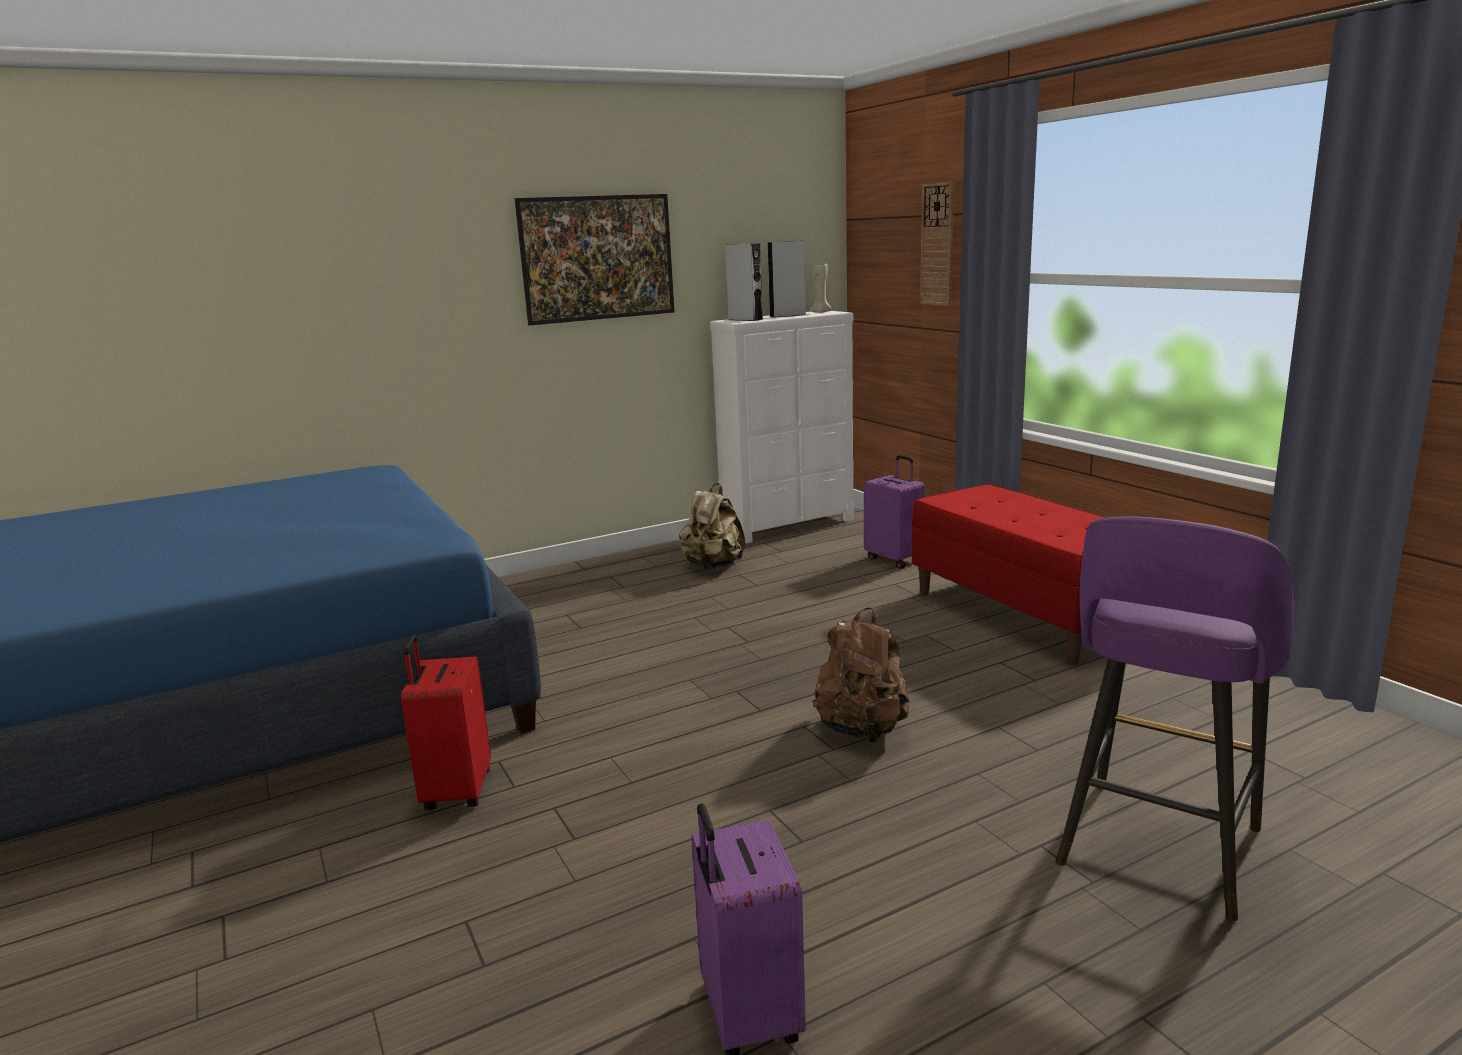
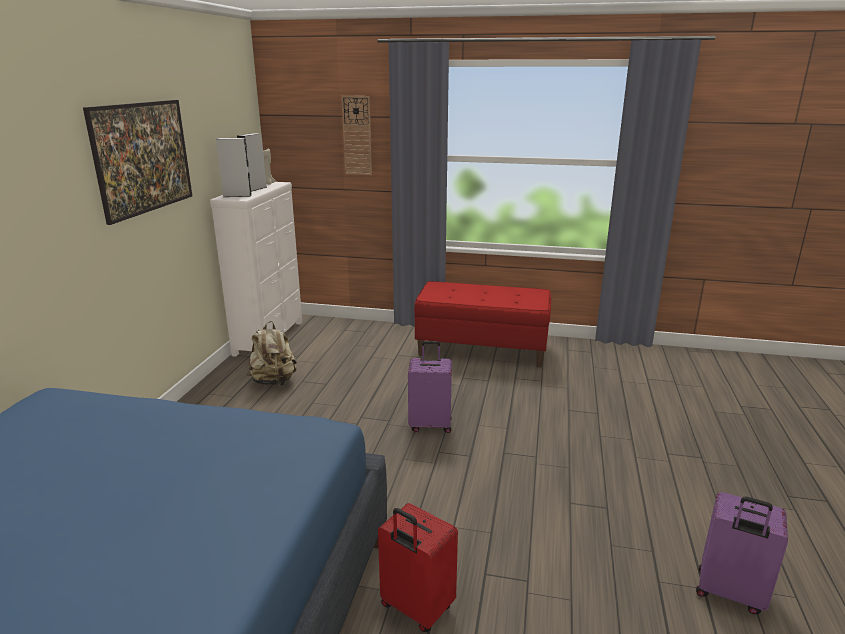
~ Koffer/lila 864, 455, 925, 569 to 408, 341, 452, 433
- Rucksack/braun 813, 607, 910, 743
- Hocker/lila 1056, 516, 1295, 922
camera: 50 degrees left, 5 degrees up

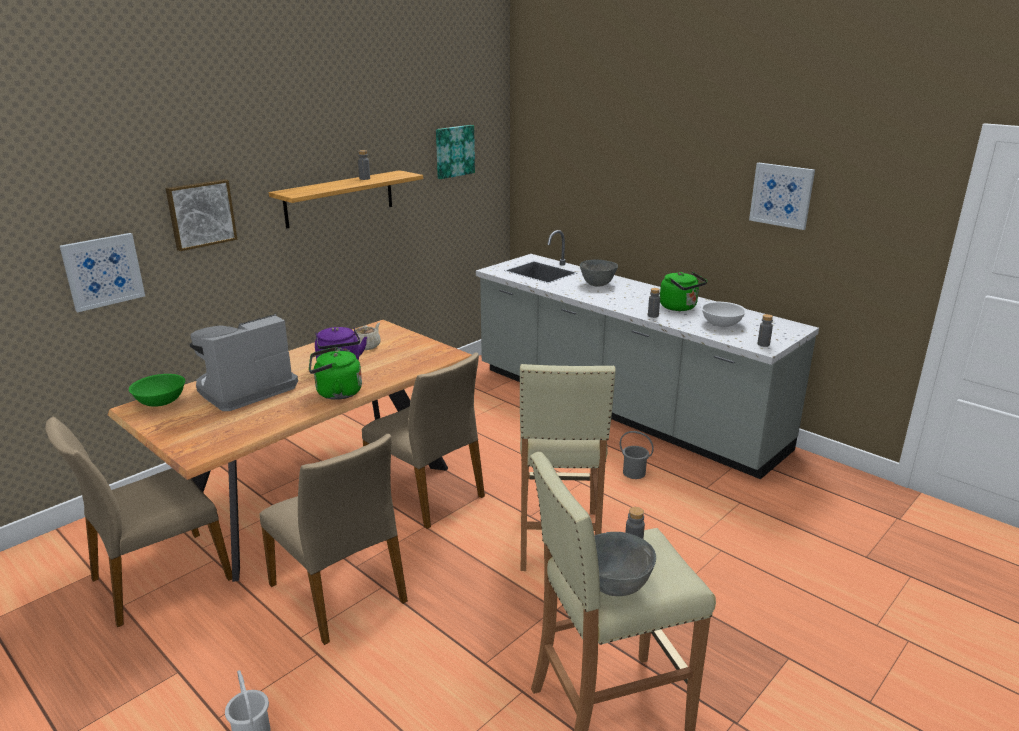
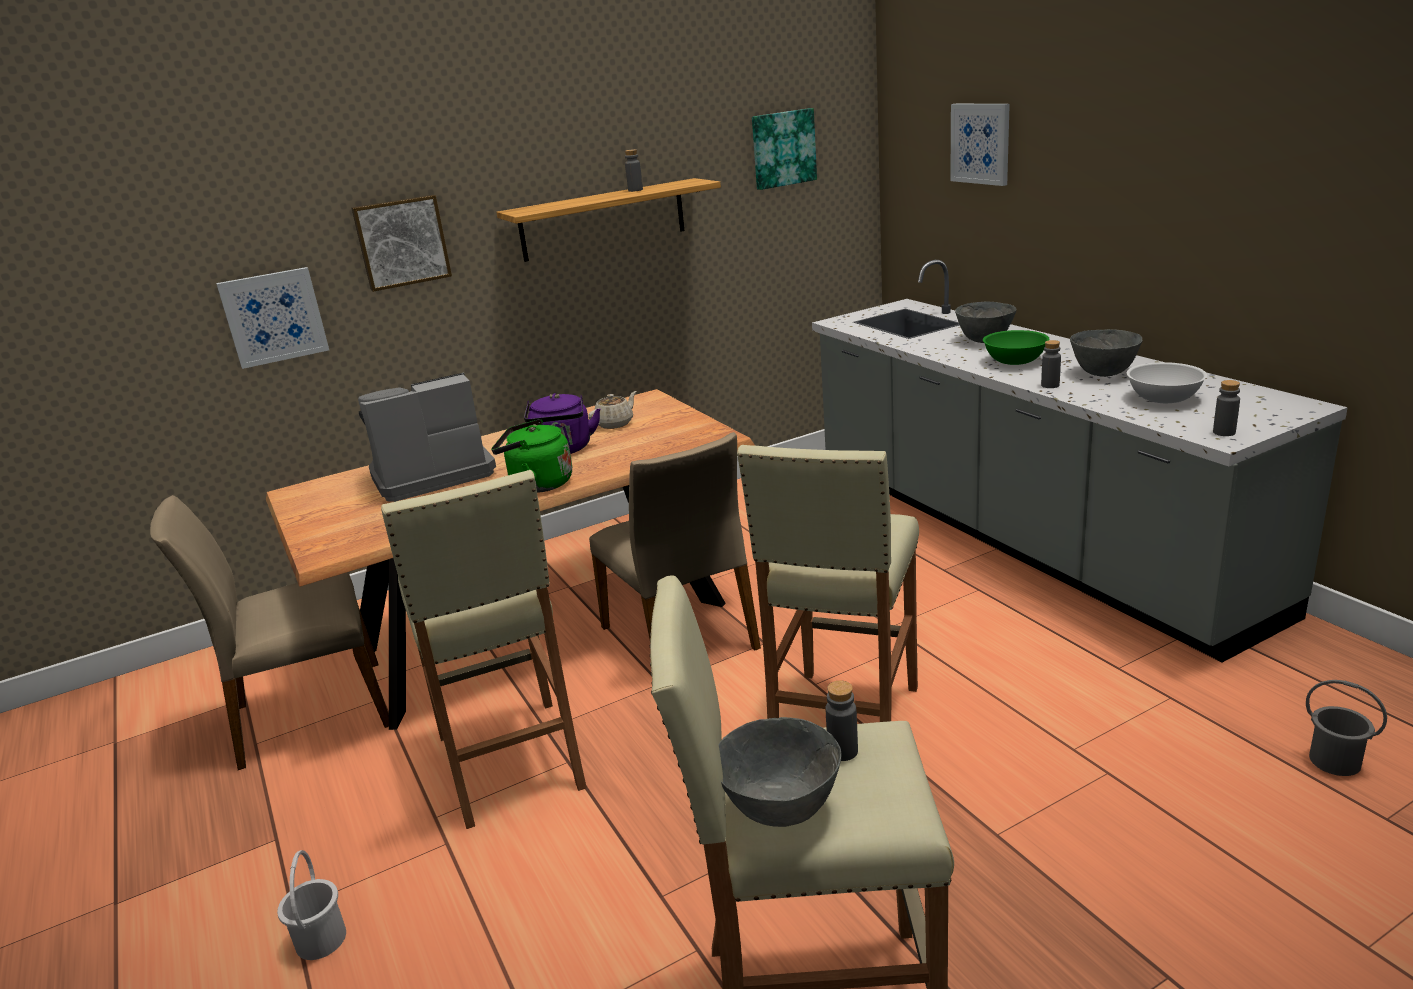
~ Stuhl/beige 260, 434, 408, 645 to Hocker/beige 381, 470, 587, 829
~ Bild 749, 163, 815, 230 to 950, 104, 1010, 186
~ Schüssel/grün 129, 374, 185, 407 to 983, 330, 1049, 365
~ Wasserkessel/grün 660, 272, 707, 311 to Schüssel/grau 1070, 329, 1142, 377
~ Eimer/grau 620, 431, 654, 479 to 1306, 680, 1387, 776
camera: 20 degrees right, 0 degrees up

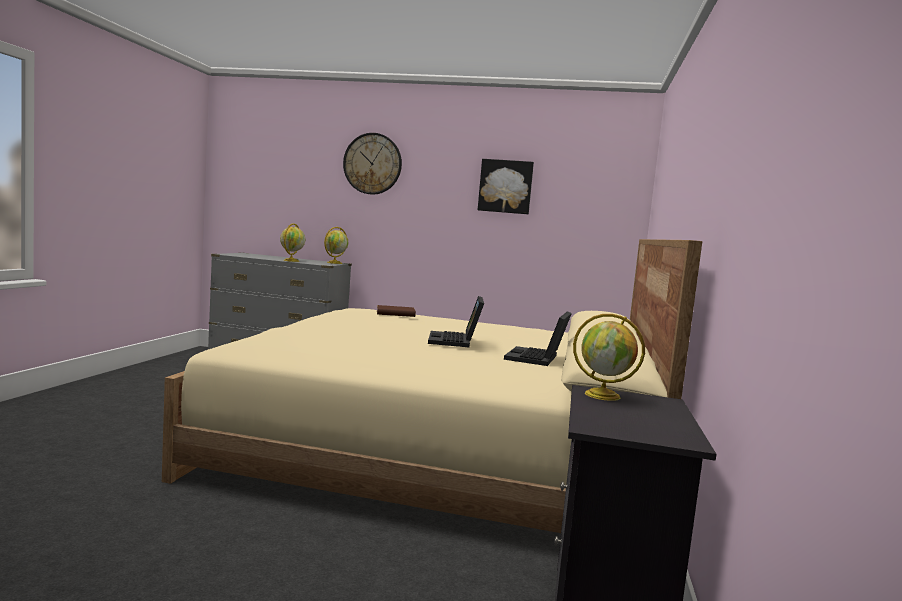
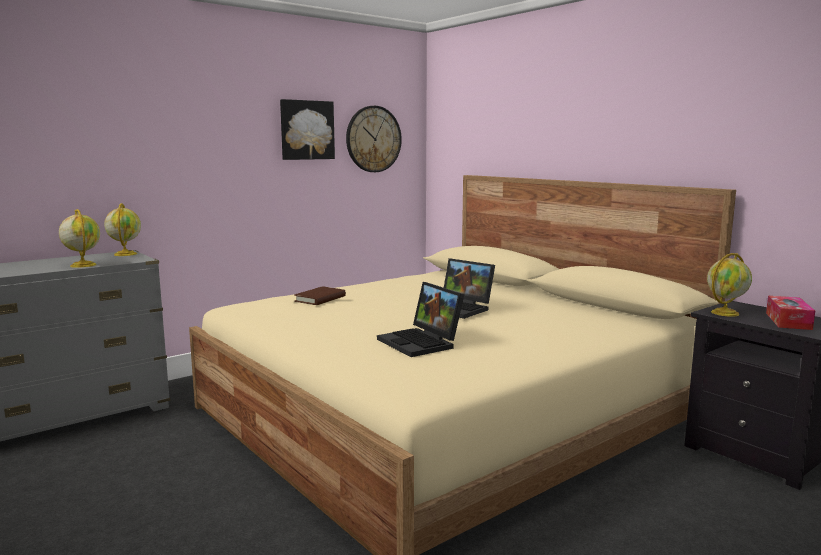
~ Wanduhr 343, 133, 402, 194 to 346, 106, 402, 172
~ Laptop 504, 311, 572, 366 to 377, 282, 464, 357
+ Taschentuchbox 766, 296, 815, 330
camera: 50 degrees left, 5 degrees up

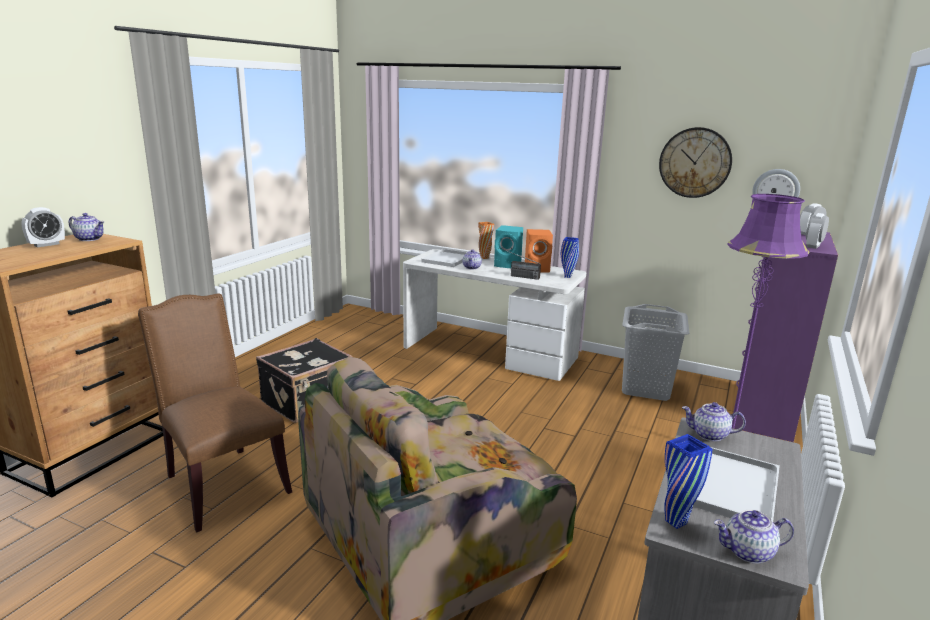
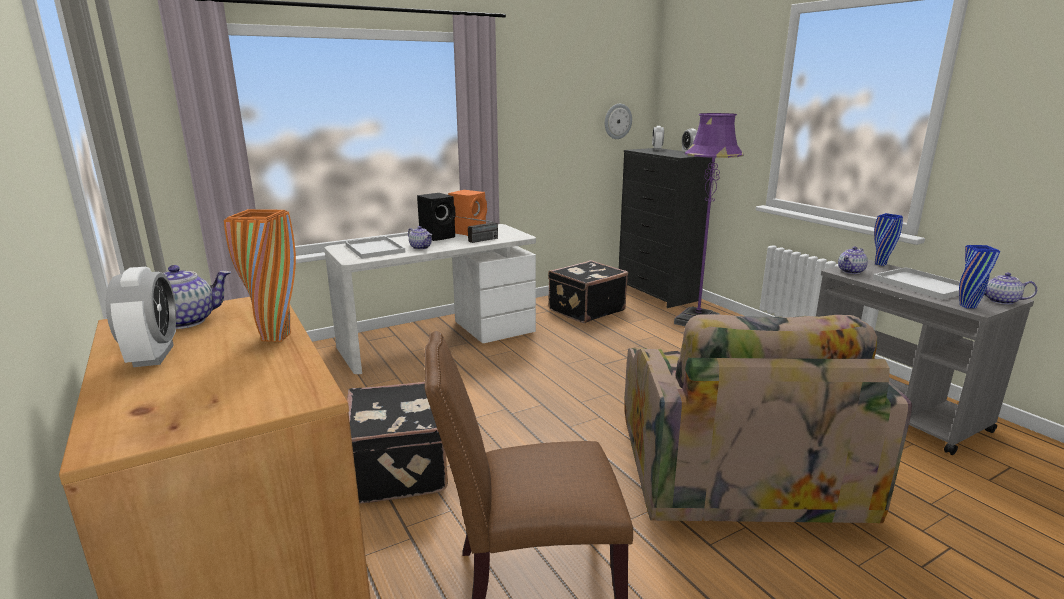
~ Vase/orange 478, 222, 494, 259 to 224, 209, 296, 342
~ Lautsprecher/türkis 494, 225, 523, 268 to Lautsprecher/schwarz 417, 193, 456, 241
~ Wäschekorb/grau 622, 304, 689, 401 to Koffer/schwarz 548, 260, 628, 323
~ Kommode/lila 734, 232, 838, 442 to Kommode/schwarz 619, 148, 712, 308
~ Vase/blau 561, 237, 579, 278 to 874, 213, 903, 266
~ Teekanne 714, 510, 794, 564 = 984, 272, 1037, 305 90 degrees clockwise
- Wanduhr 659, 127, 732, 198
camera: 55 degrees left, 0 degrees up

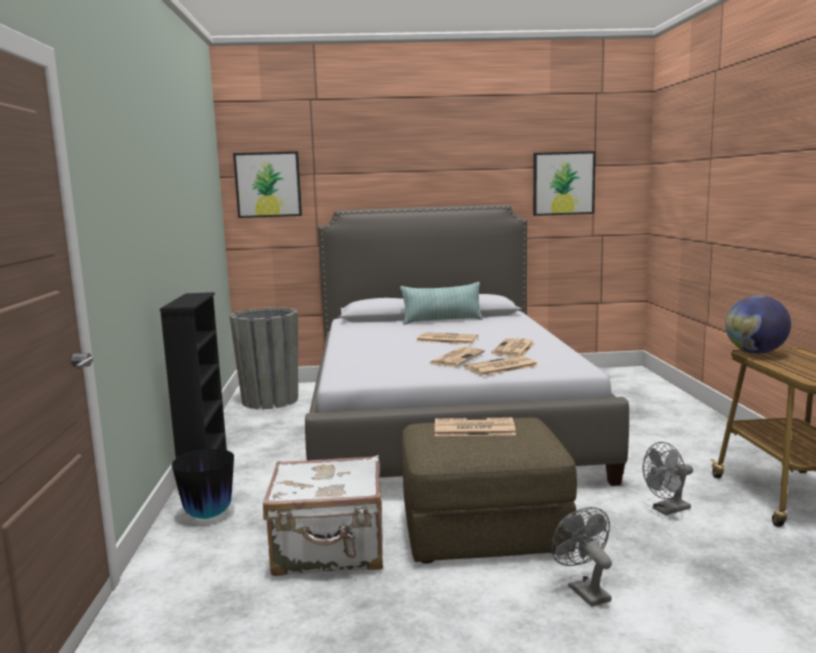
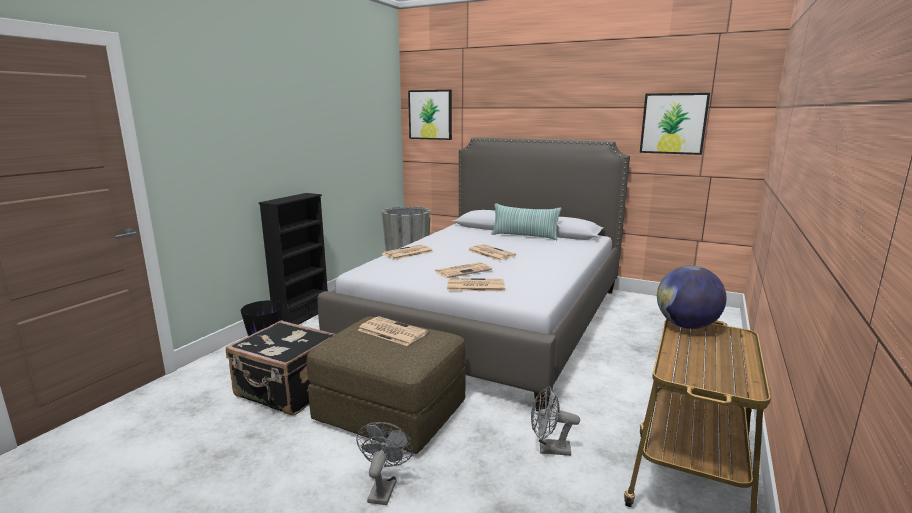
~ Koffer/weiß 263, 455, 383, 576 to Koffer/schwarz 226, 320, 337, 415
~ Zeitung 491, 338, 535, 357 to 382, 244, 433, 260
camera: 30 degrees right, 5 degrees up

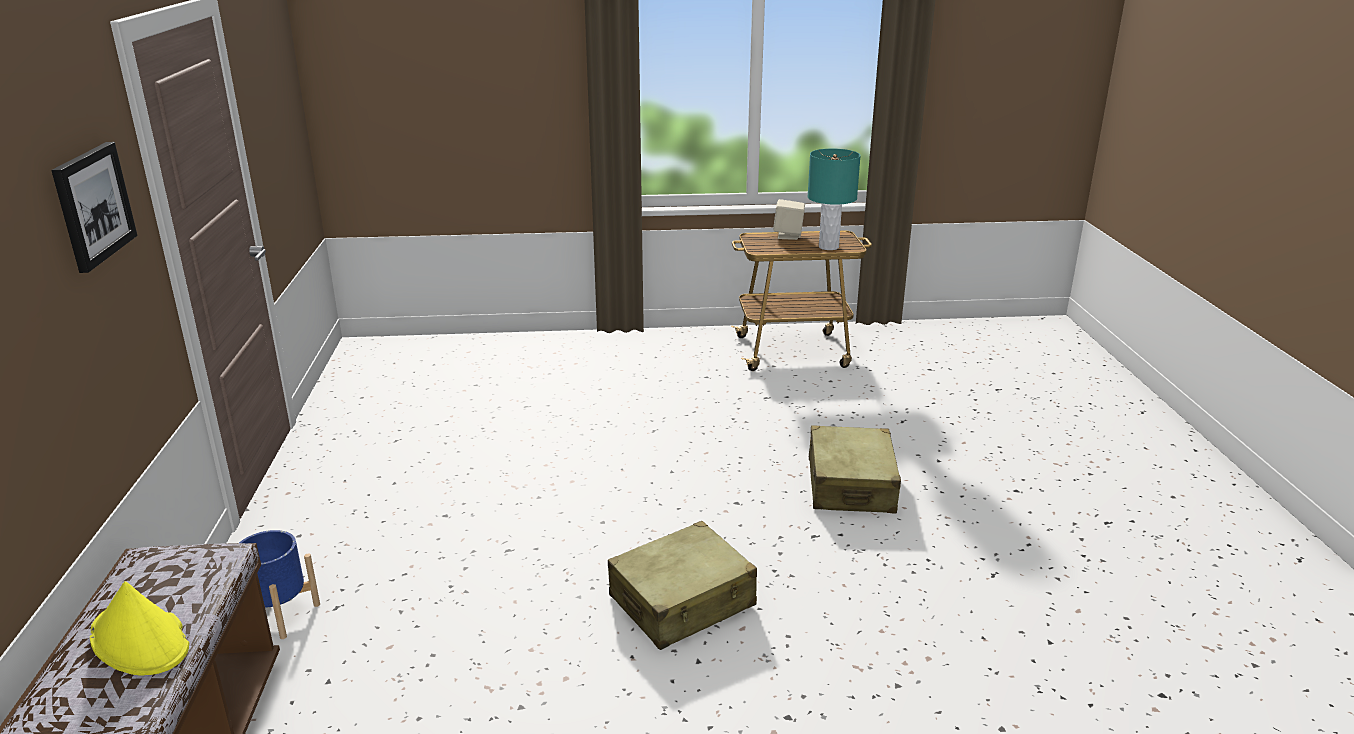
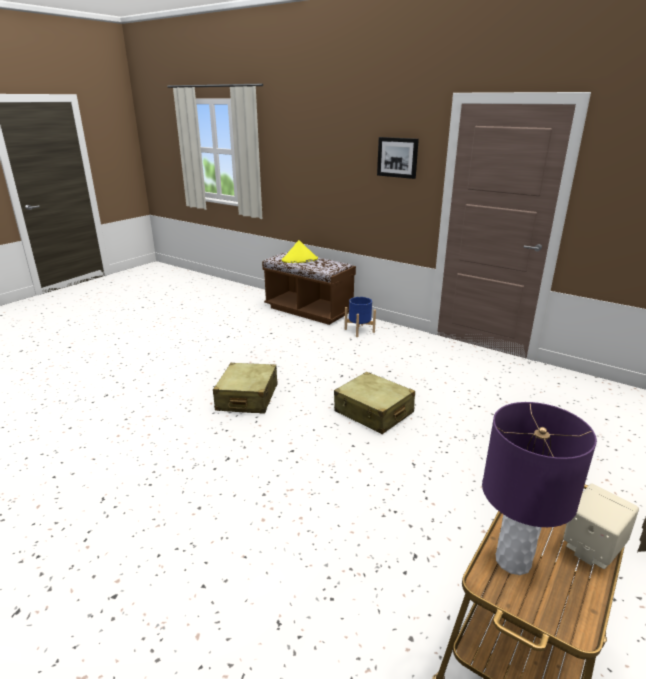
~ Koffer/beige 809, 426, 901, 514 to 334, 372, 415, 434
~ Tischlampe/türkis 807, 149, 861, 250 to Tischlampe/lila 482, 402, 597, 575
camera: 130 degrees right, 0 degrees up

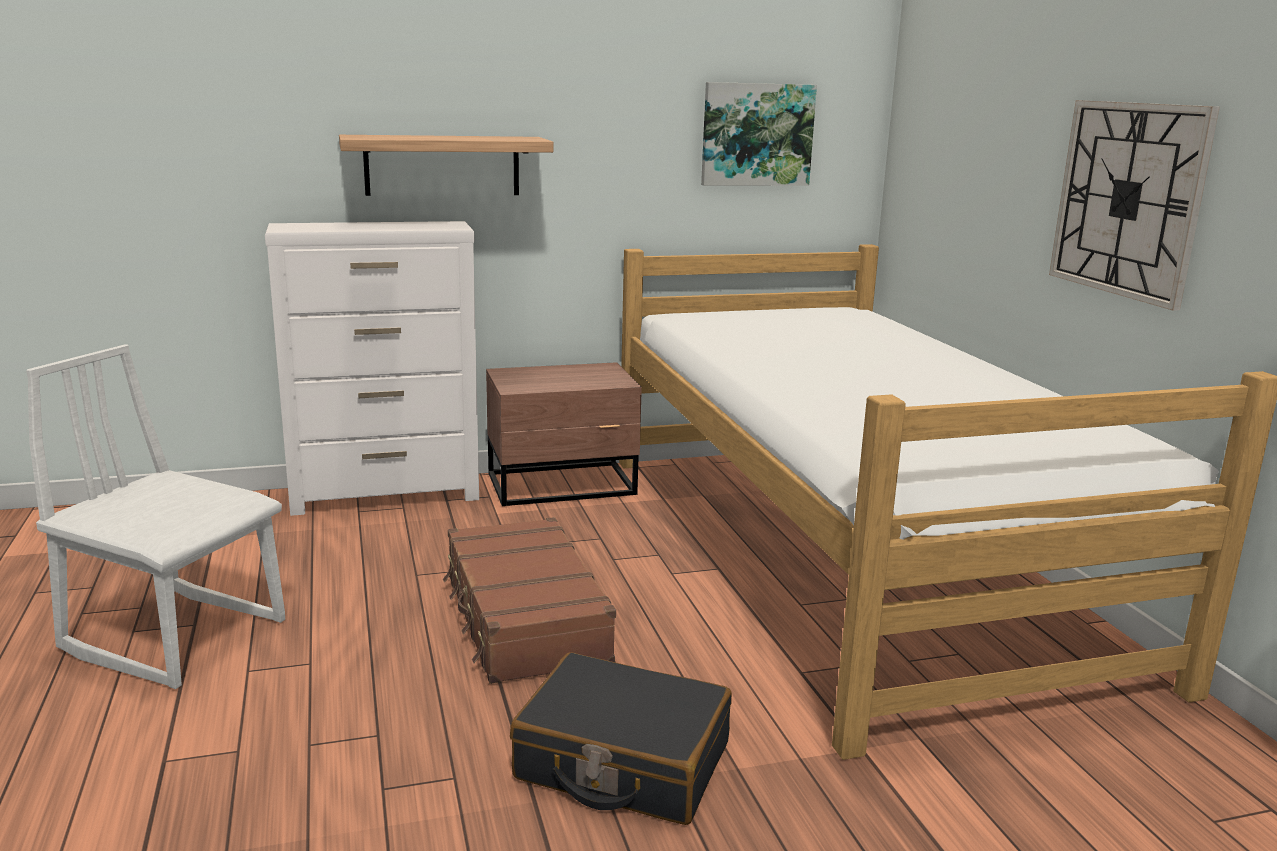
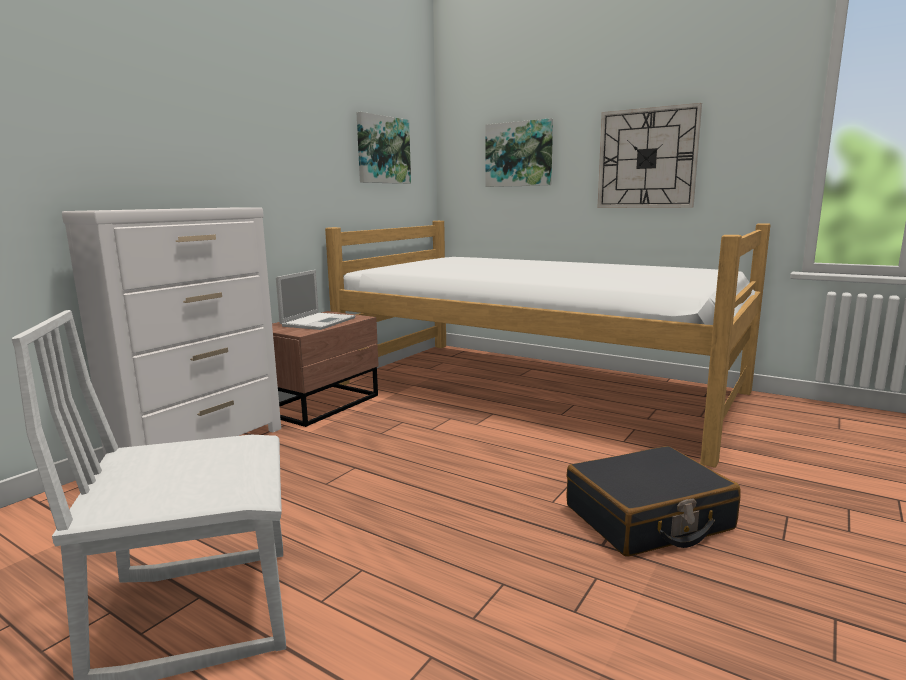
+ Laptop 276, 270, 355, 330
+ Bild 486, 118, 553, 187
- Wandregal 339, 135, 553, 196
- Koffer/braun 443, 517, 616, 684
camera: 40 degrees left, 5 degrees down

